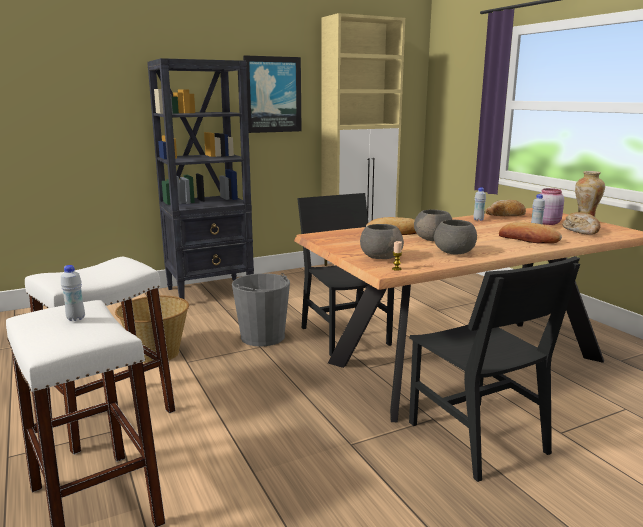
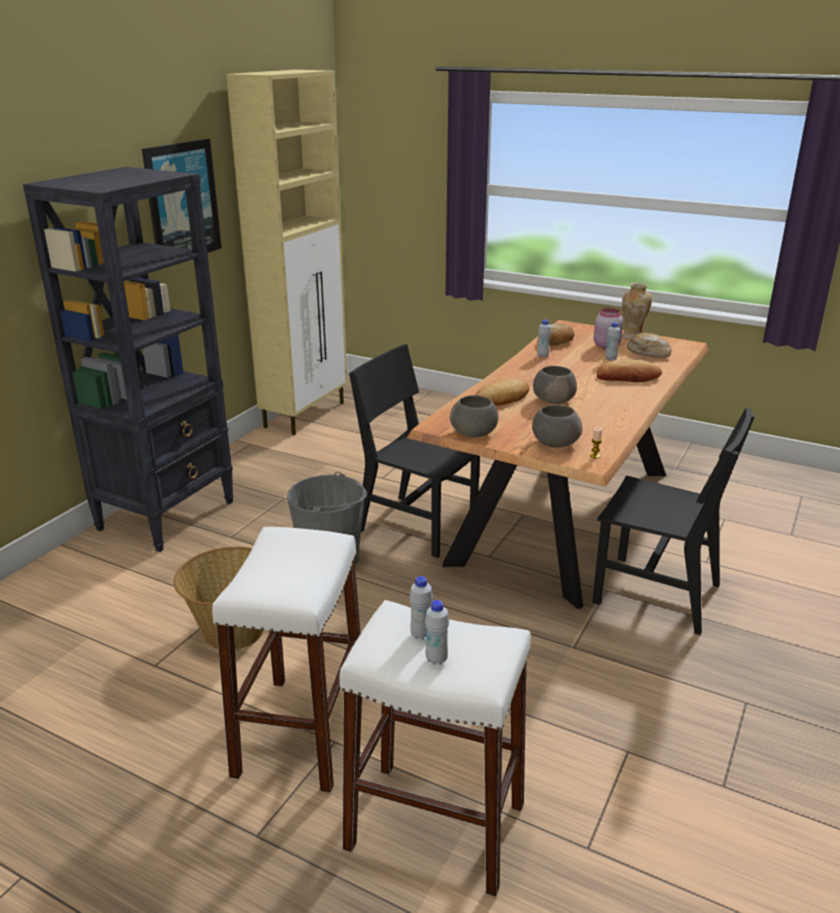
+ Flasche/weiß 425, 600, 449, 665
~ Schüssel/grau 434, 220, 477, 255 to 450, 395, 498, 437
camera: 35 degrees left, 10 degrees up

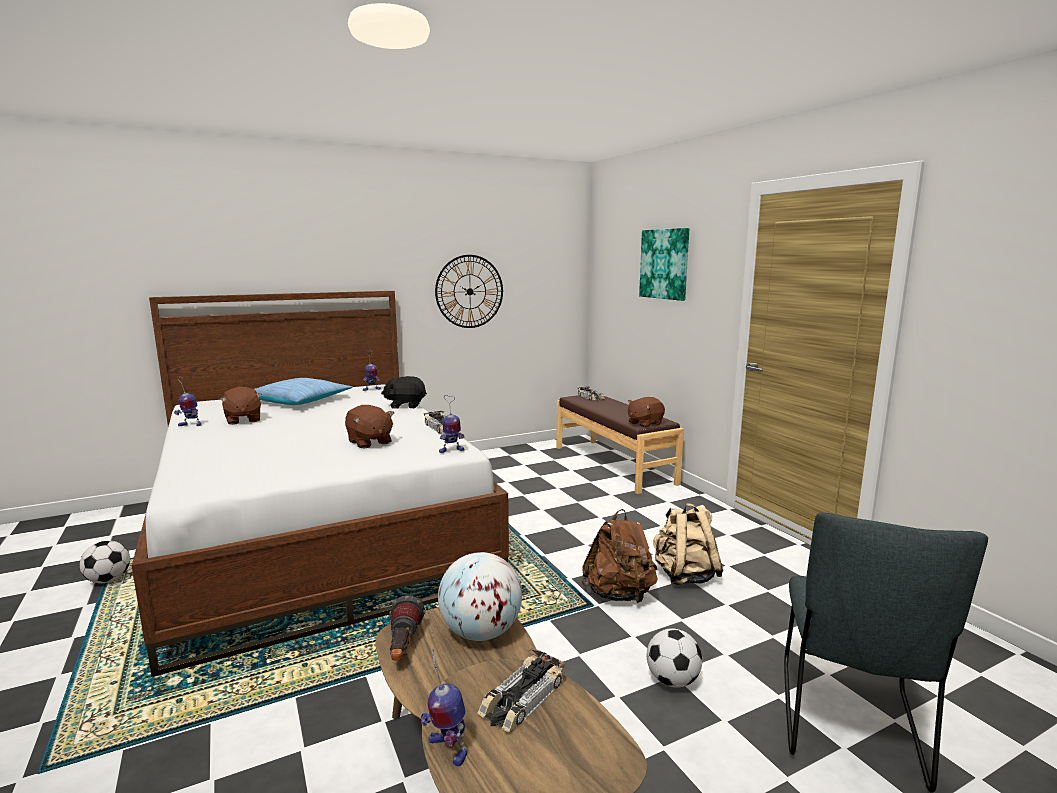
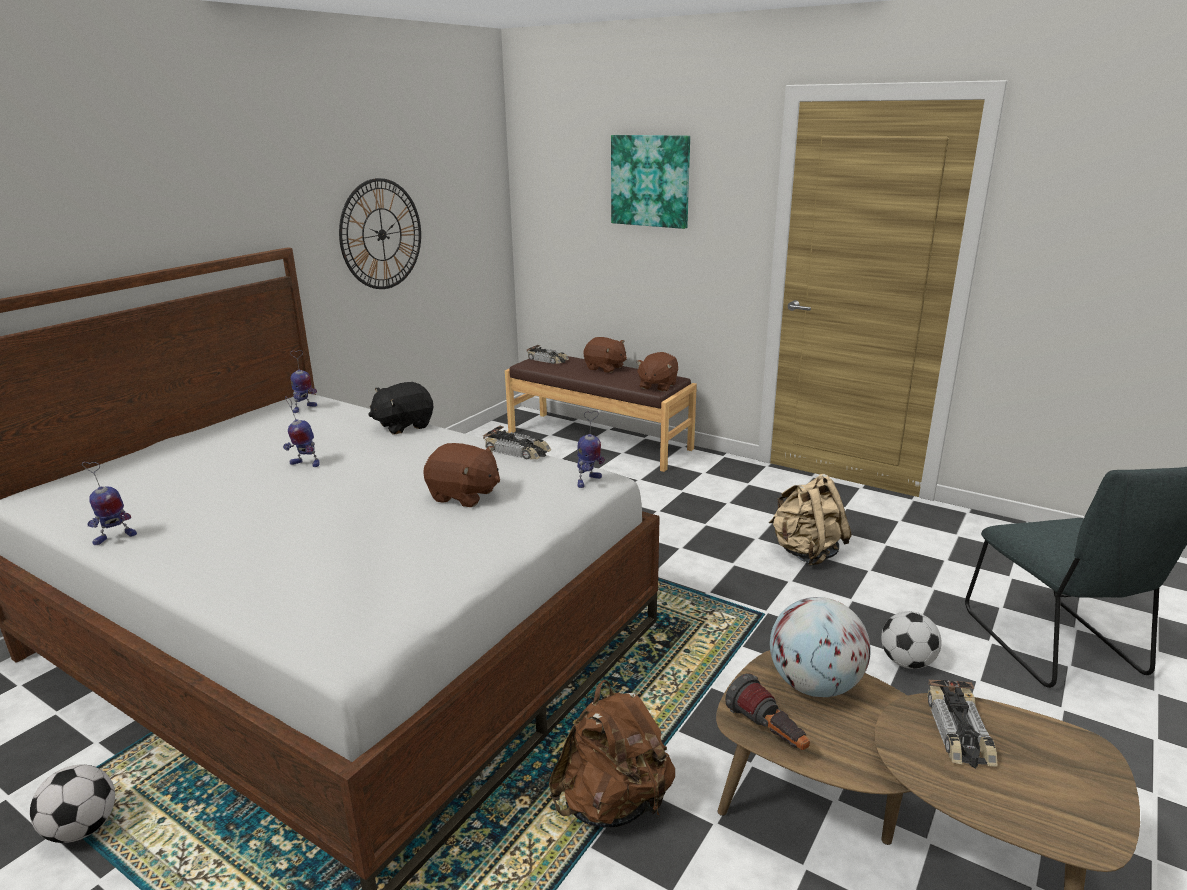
~ Spielzeugroboter 421, 648, 467, 767 to 283, 396, 320, 467
~ Rucksack/braun 582, 509, 658, 603 to 549, 680, 675, 828
~ Plüschtier/braun 220, 387, 262, 425 to 584, 337, 627, 373
- Kissen 255, 378, 353, 405
camera: 30 degrees left, 10 degrees up

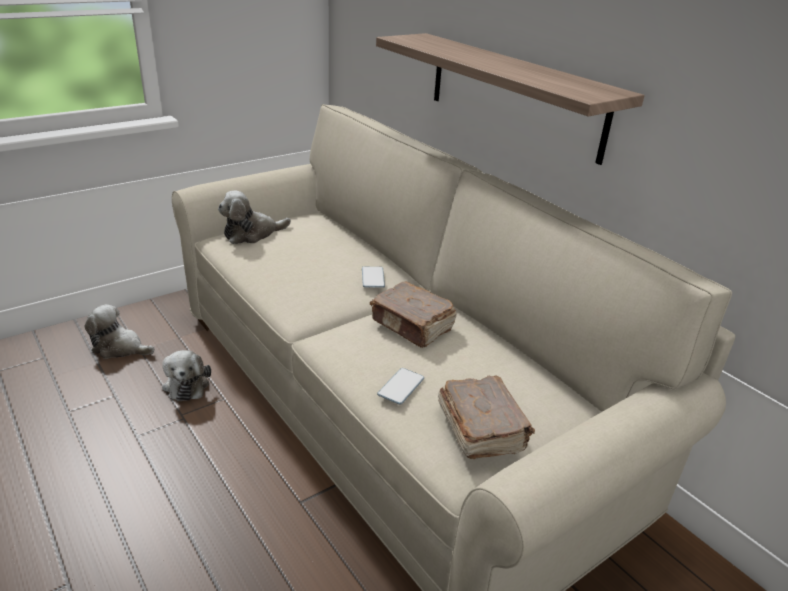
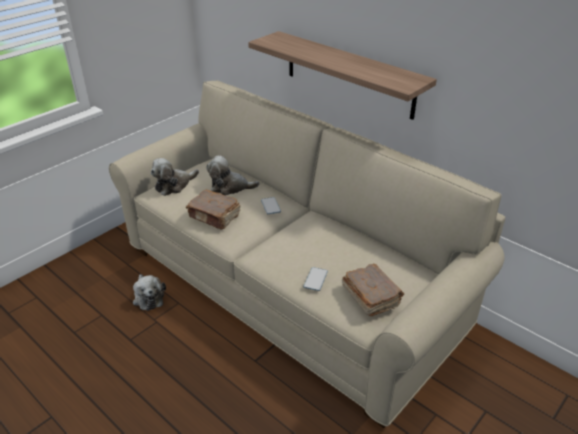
~ Buch/braun 370, 281, 457, 348 to 186, 190, 240, 230
~ Plüschtier 85, 304, 154, 359 to 207, 156, 259, 196
camera: 10 degrees left, 5 degrees up

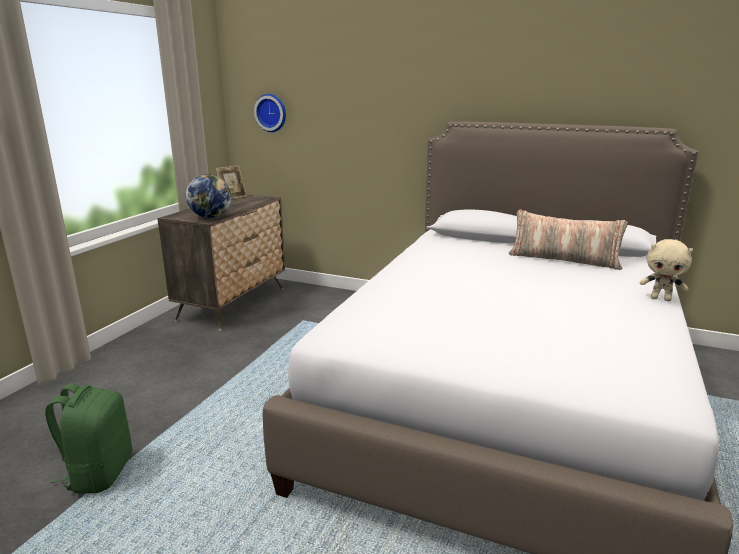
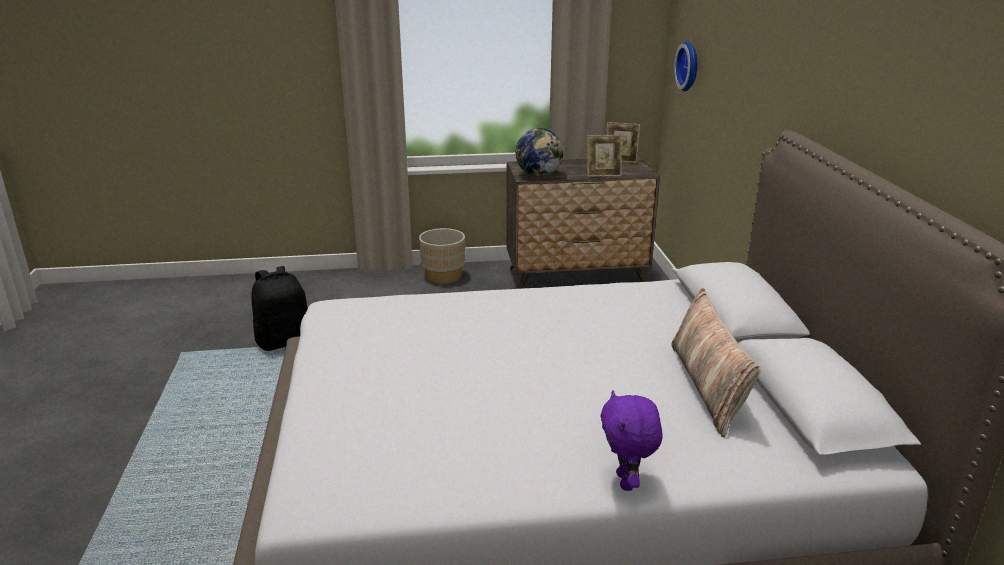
~ Rucksack/grün 45, 383, 132, 494 to Rucksack/schwarz 251, 266, 307, 351
+ Pflanzkübel/beige 419, 228, 465, 284
+ Bilderrahmen 587, 135, 622, 177
~ Plüschtier/beige 640, 239, 693, 301 to Plüschtier/lila 601, 390, 663, 491
camera: 60 degrees right, 5 degrees up

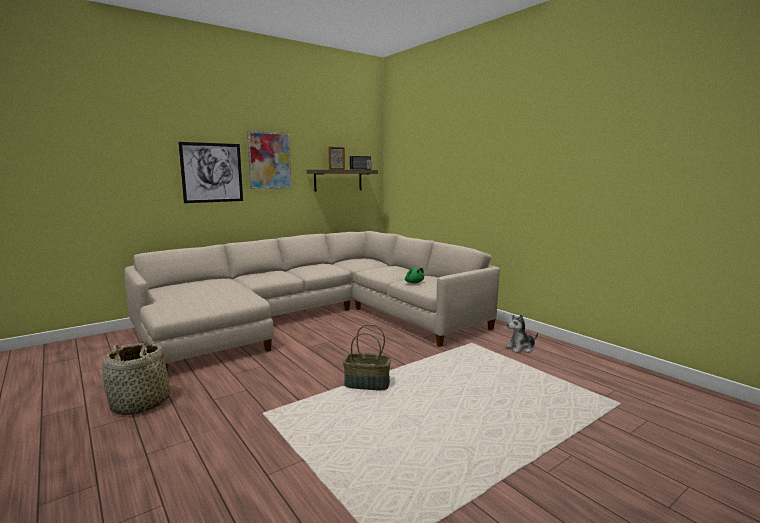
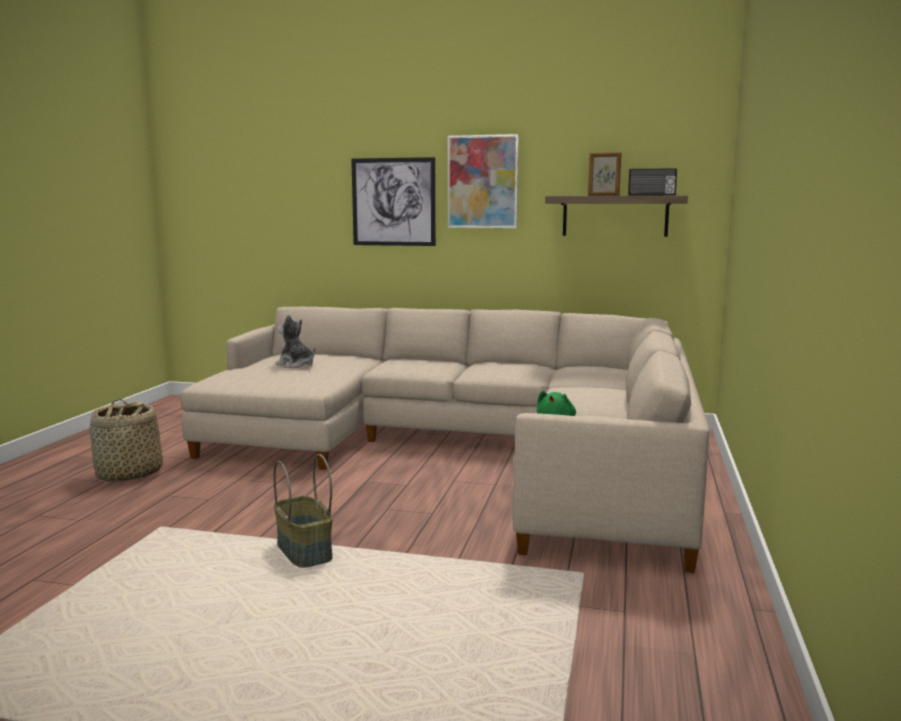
~ Plüschtier 505, 314, 538, 353 to 275, 315, 316, 368
camera: 50 degrees right, 0 degrees up

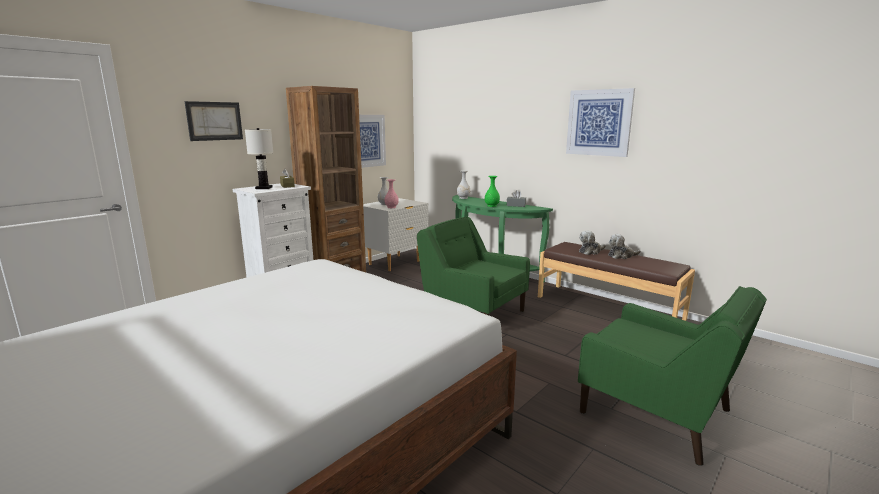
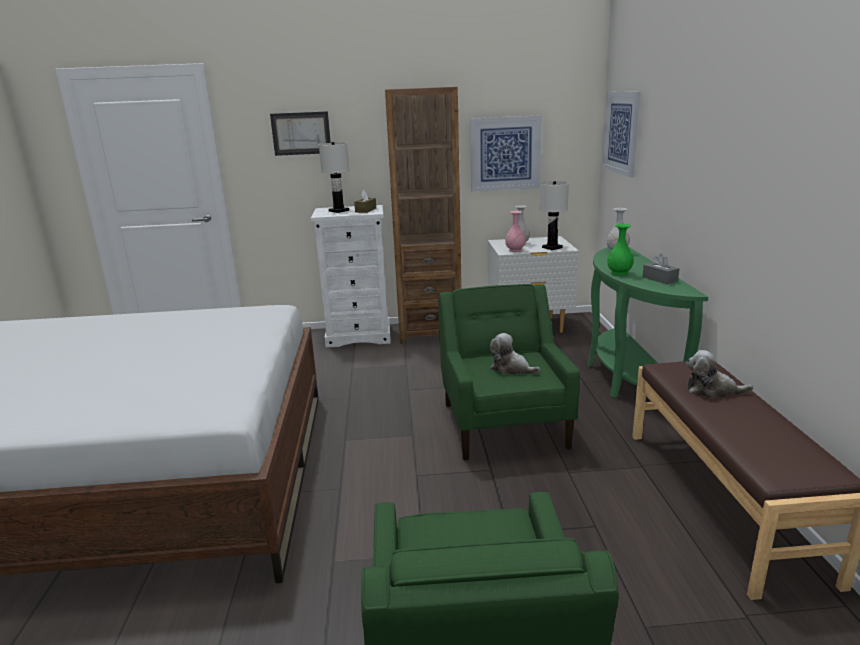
~ Plüschtier 608, 234, 640, 259 to 490, 333, 540, 374
+ Tischlampe/weiß 540, 181, 569, 250
~ Bild 566, 88, 635, 157 to 603, 92, 641, 177
camera: 45 degrees right, 5 degrees up

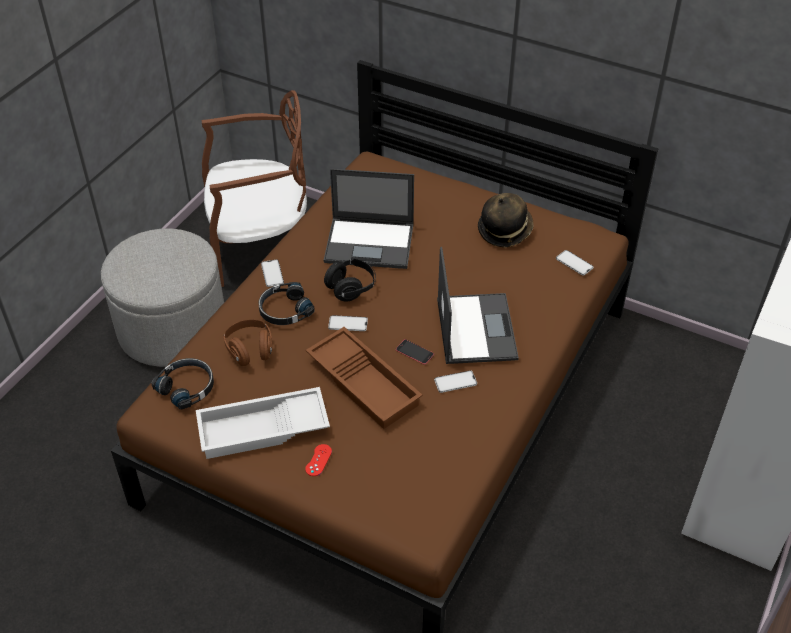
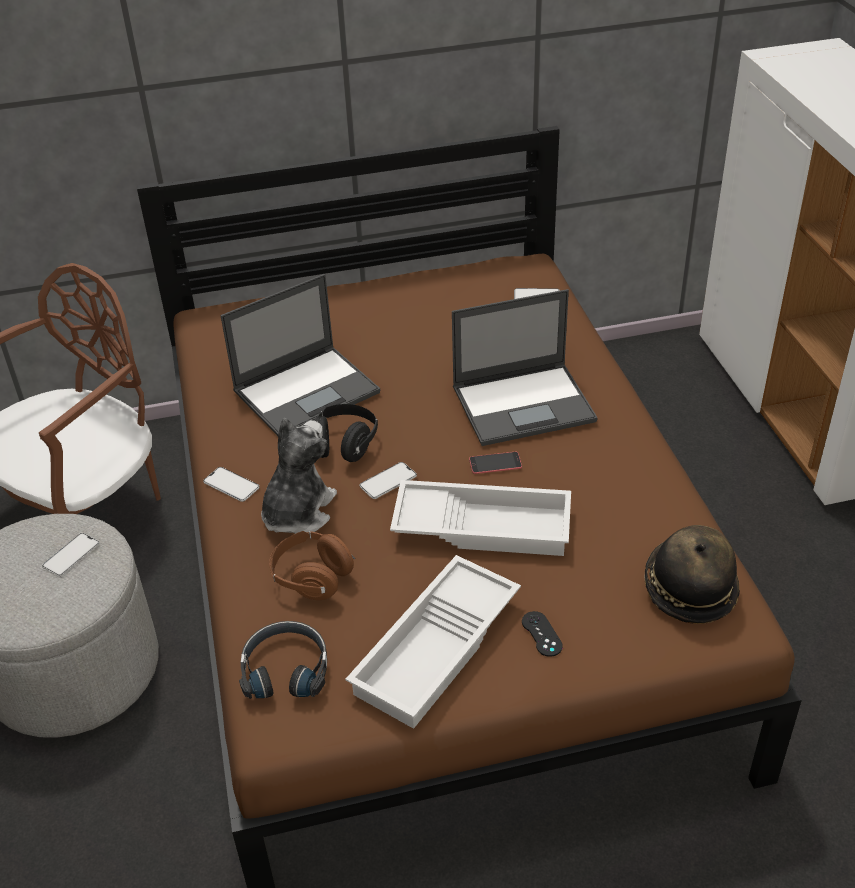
~ Handy 434, 371, 477, 393 to 42, 533, 100, 577
~ Kopfhörer/schwarz 258, 282, 315, 325 to Plüschtier 261, 417, 337, 534
~ Tablett/braun 306, 327, 423, 429 to Tablett/weiß 390, 480, 571, 556
~ Laptop 437, 247, 519, 364 = 452, 289, 598, 446 120 degrees clockwise
~ Gamepad/rot 305, 444, 332, 476 to Gamepad/schwarz 522, 611, 563, 657
~ Hut 478, 193, 534, 247 to 645, 525, 740, 624
camera: 40 degrees left, 5 degrees down

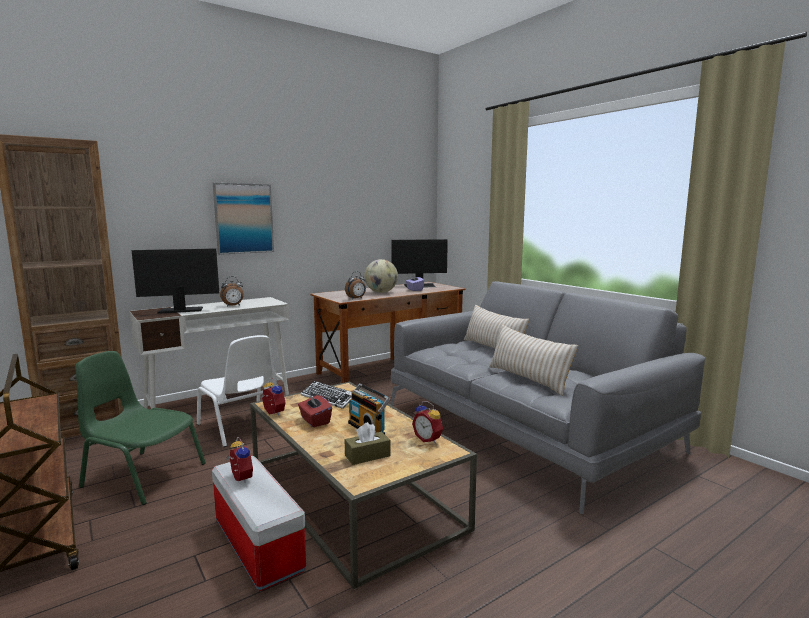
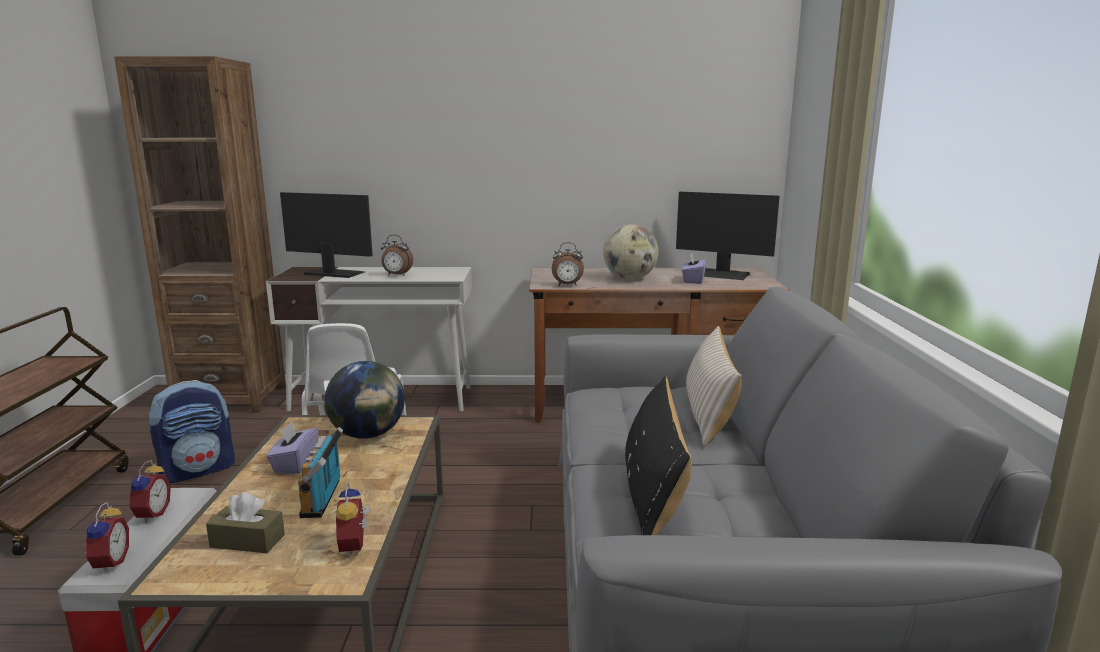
~ Wecker 260, 378, 286, 416 to 83, 502, 129, 573
~ Stuhl/grün 75, 351, 206, 505 to Rucksack 148, 380, 235, 483
~ Taschentuchbox/rot 298, 394, 332, 427 to Taschentuchbox/lila 266, 422, 318, 474
~ Tastatur 301, 381, 352, 409 to Globus 325, 361, 405, 439
~ Kissen/beige 489, 325, 578, 396 to Kissen/schwarz 625, 376, 692, 535
- Bild 213, 183, 274, 255
camera: 35 degrees right, 5 degrees up

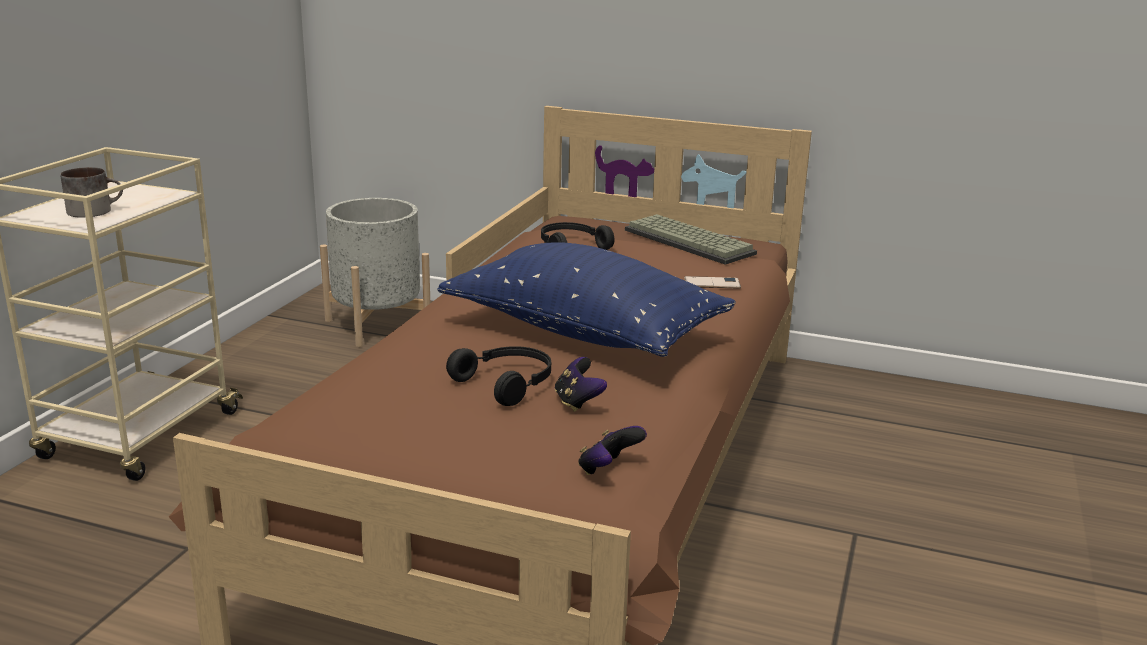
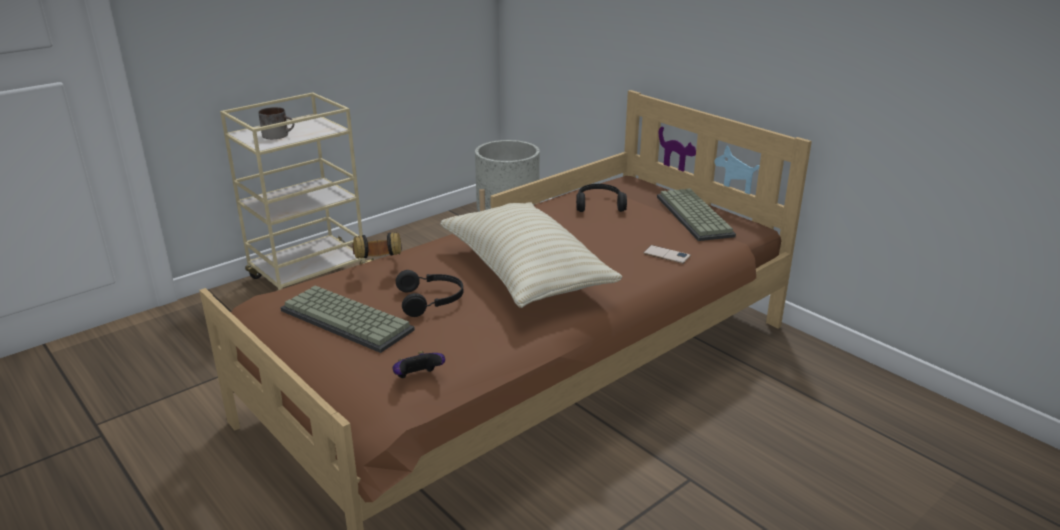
+ Tastatur 280, 285, 415, 353
+ Kopfhörer 352, 232, 402, 259
~ Kissen/blau 437, 242, 736, 357 to Kissen/beige 440, 202, 622, 308
- Gamepad 554, 357, 607, 412
camera: 30 degrees right, 5 degrees up

